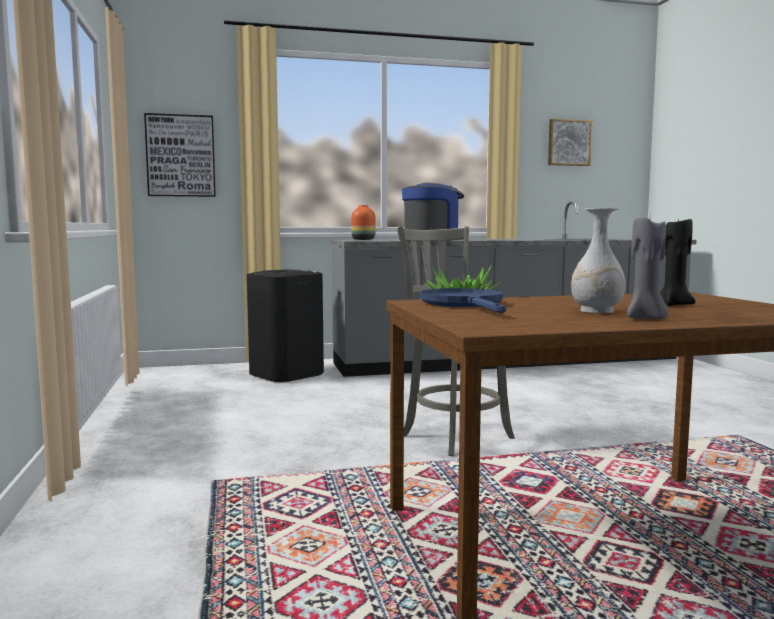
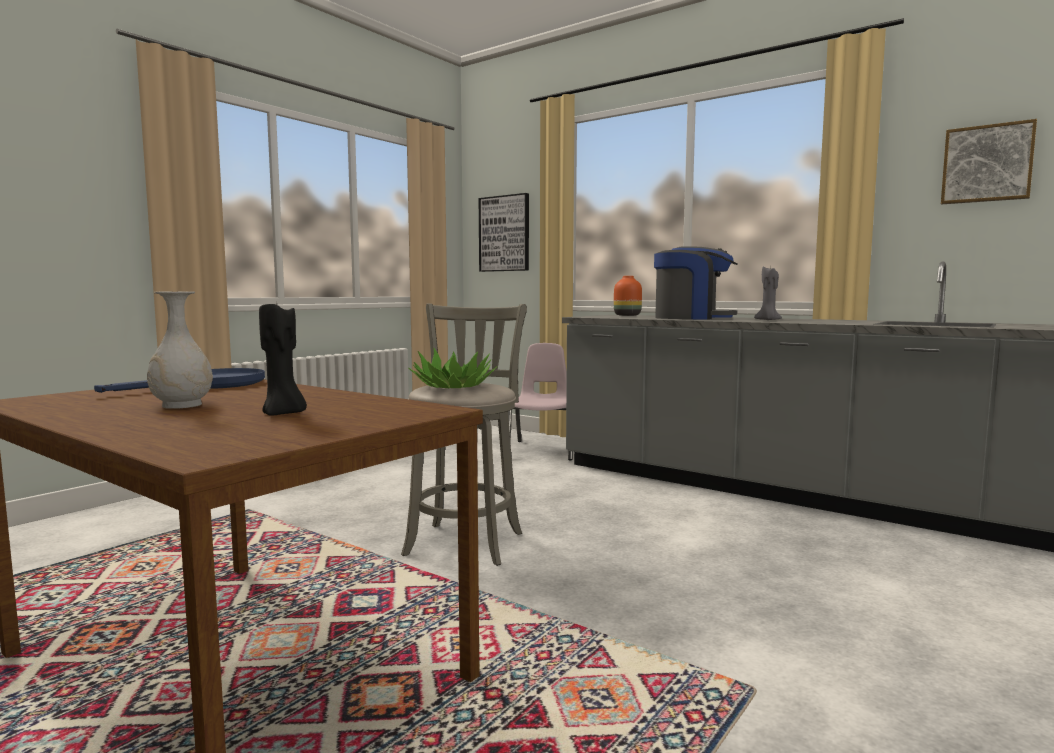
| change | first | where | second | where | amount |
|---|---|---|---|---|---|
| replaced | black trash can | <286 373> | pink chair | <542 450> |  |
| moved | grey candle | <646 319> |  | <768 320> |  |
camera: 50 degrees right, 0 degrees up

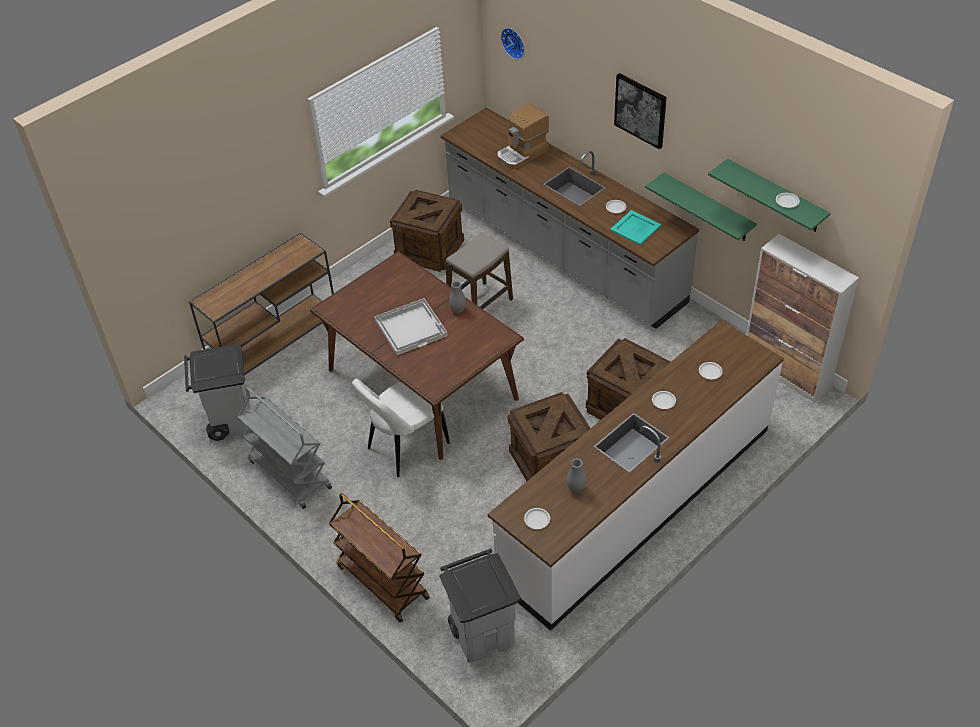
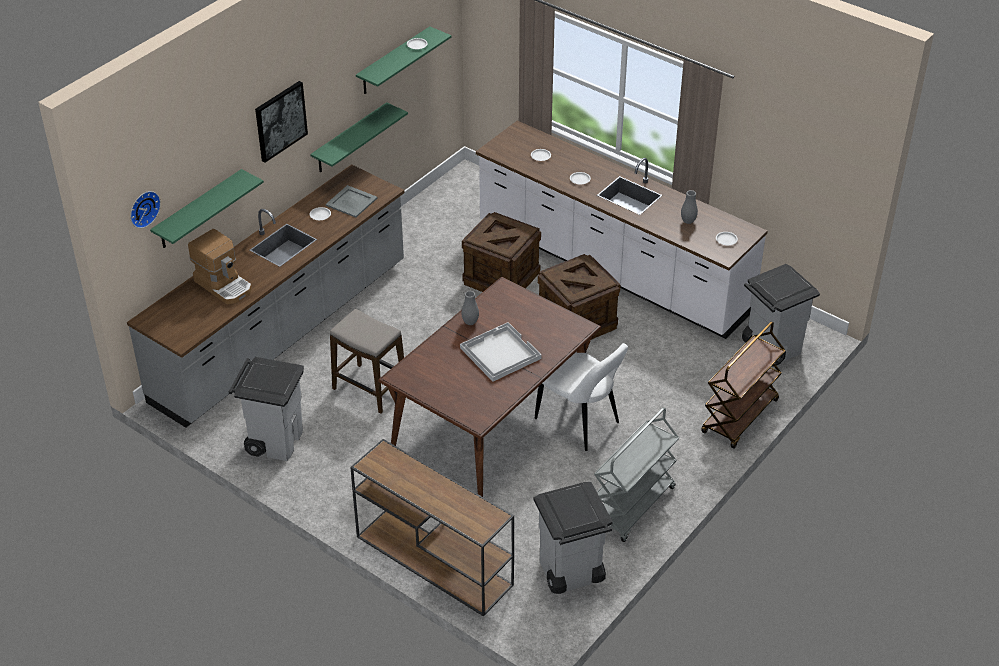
| change | first | where | second | where | amount |
|---|---|---|---|---|---|
| replaced | crate | <430 249> | grey trash can | <275 440> |  |
| recoloured | turquoise tray | <636 228> | grey tray | <351 201> |  |
| removed | cabinet | <786 372> |  |  |  |
| added |  |  | green shelf | <198 210> |  |
camera: 100 degrees left, 5 degrees down

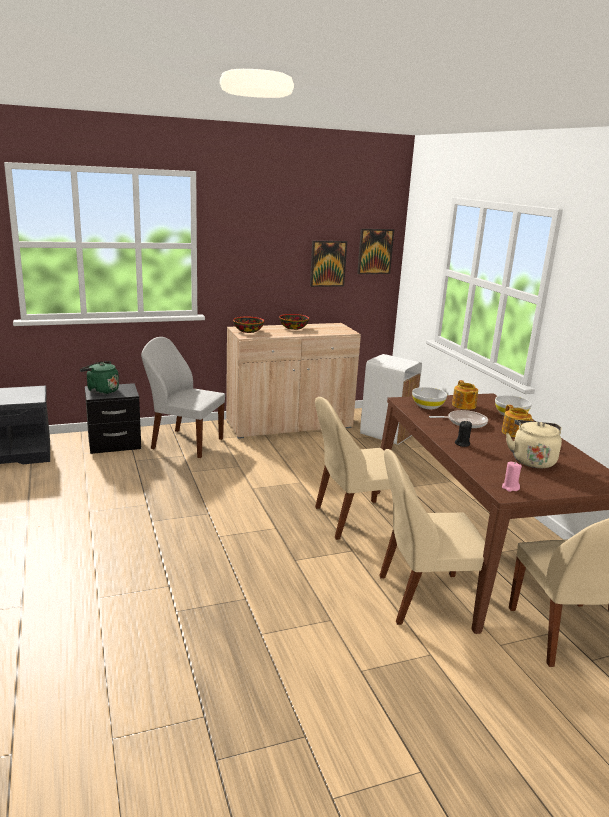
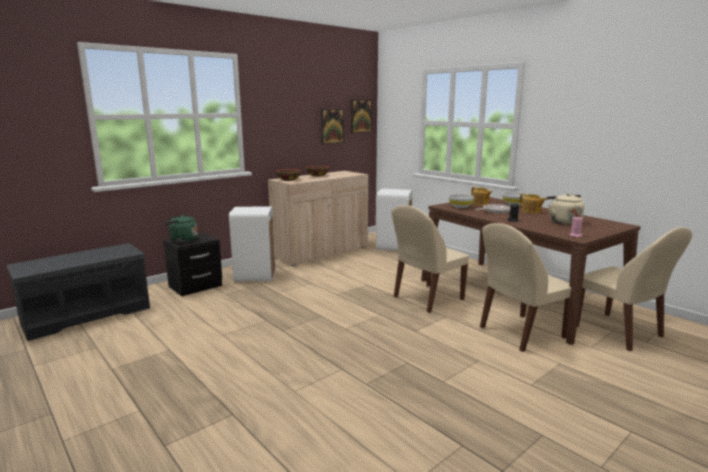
| change | first | where | second | where | amount |
|---|---|---|---|---|---|
| replaced | white chair | <185 443> | white trash can | <255 276> |  |
camera: 20 degrees left, 5 degrees down

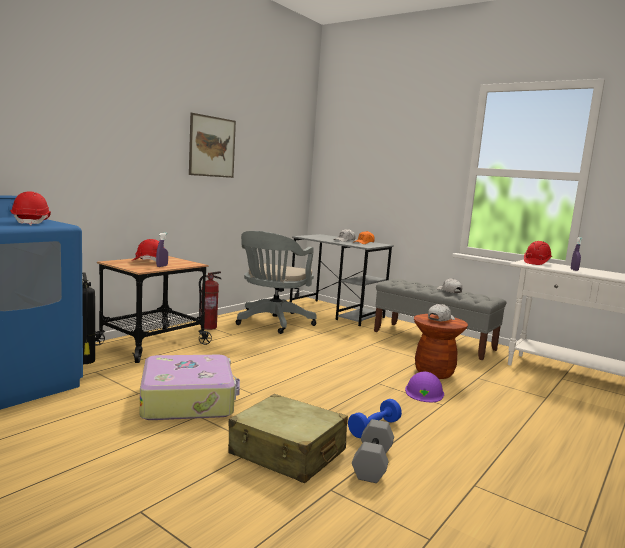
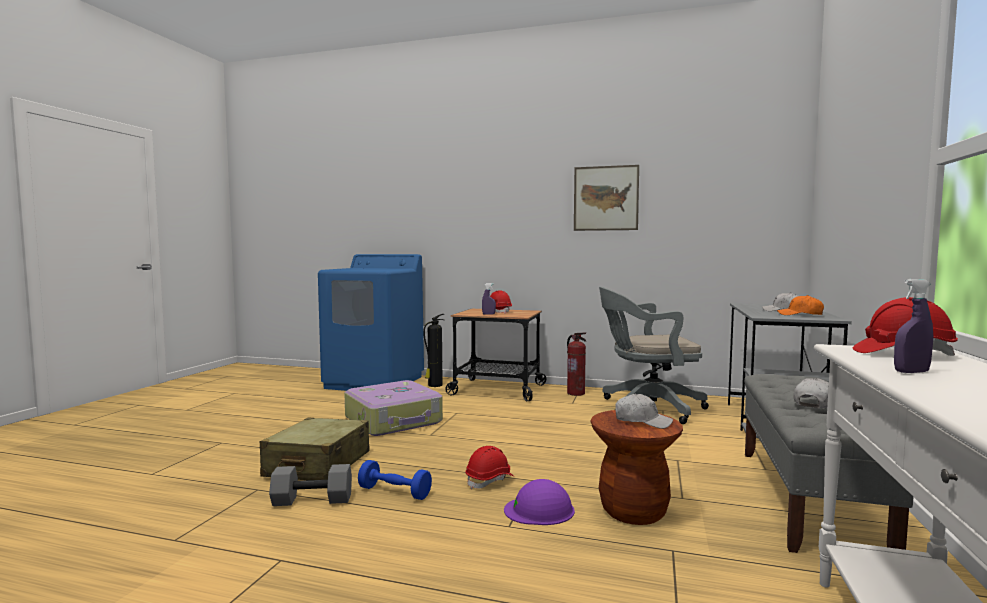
| change | first | where | second | where | amount |
|---|---|---|---|---|---|
| moved | red hard hat | <31 222> |  | <490 480> |  |
camera: 70 degrees right, 5 degrees down

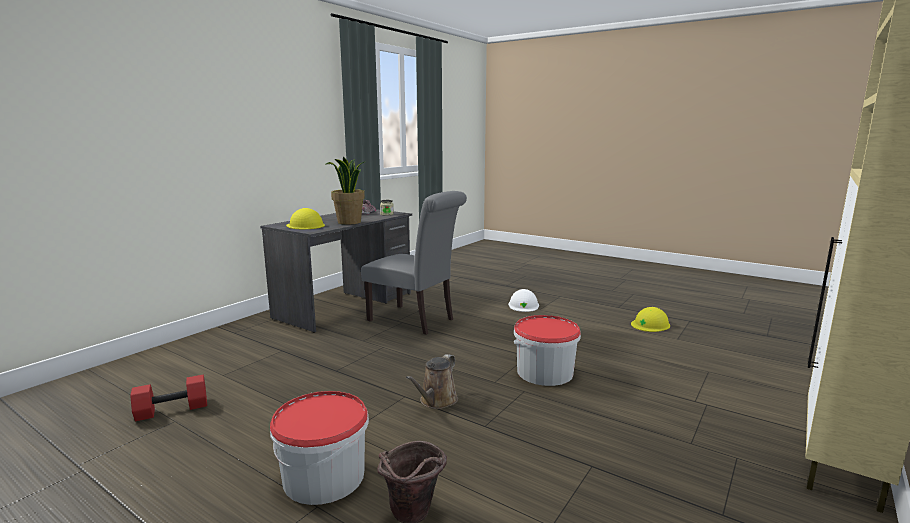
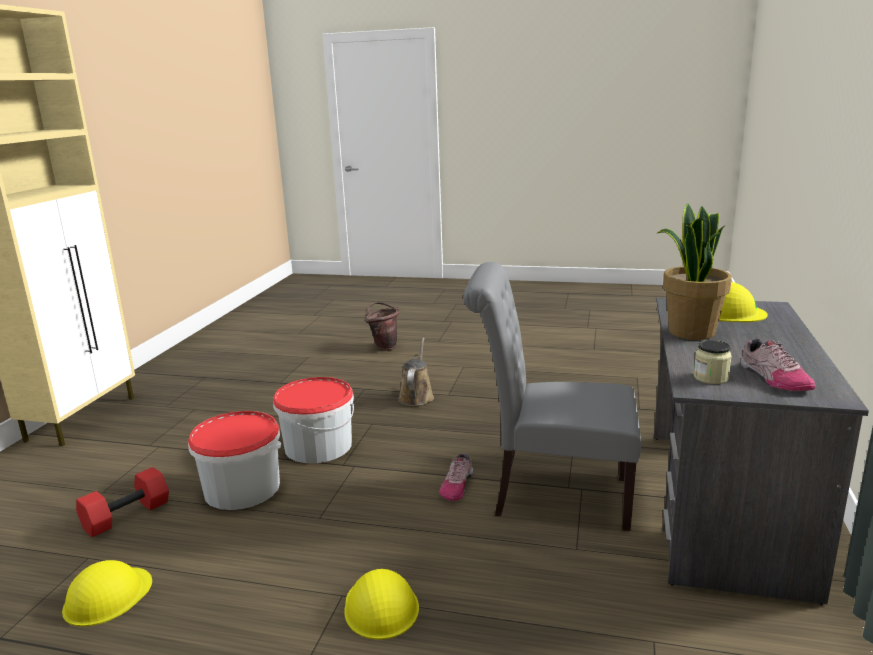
| change | first | where | second | where | amount |
|---|---|---|---|---|---|
| moved | red dumbbell | <171 410> |  | <127 515> |  |
| moved | bucket | <324 476> |  | <242 488> |  |
| recoloured | white hard hat | <523 305> | yellow hard hat | <381 606> |  |
| added |  |  | shoe | <457 485> |  |
camera: 160 degrees right, 5 degrees up

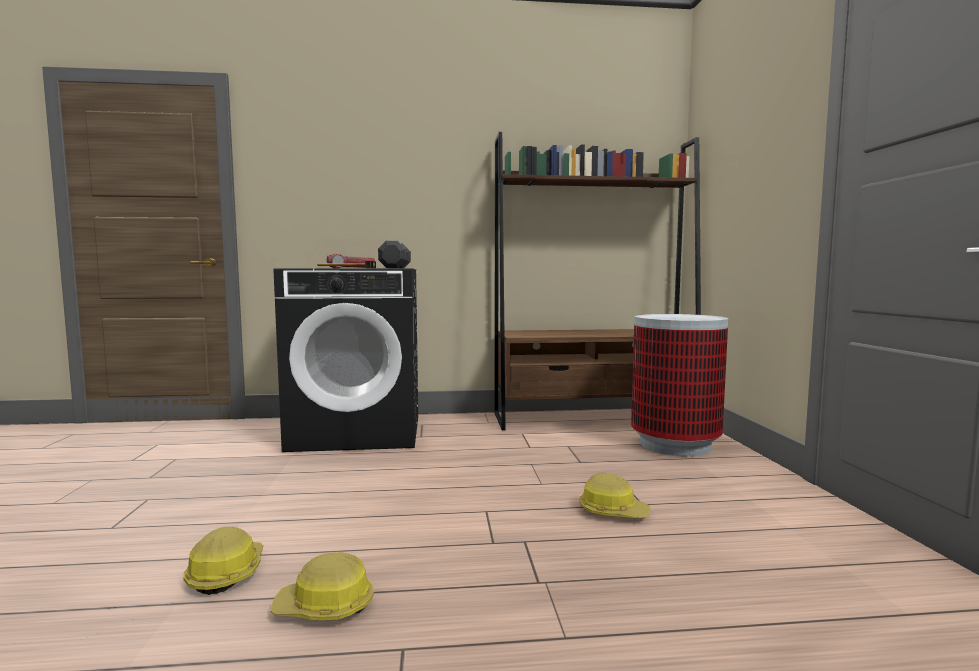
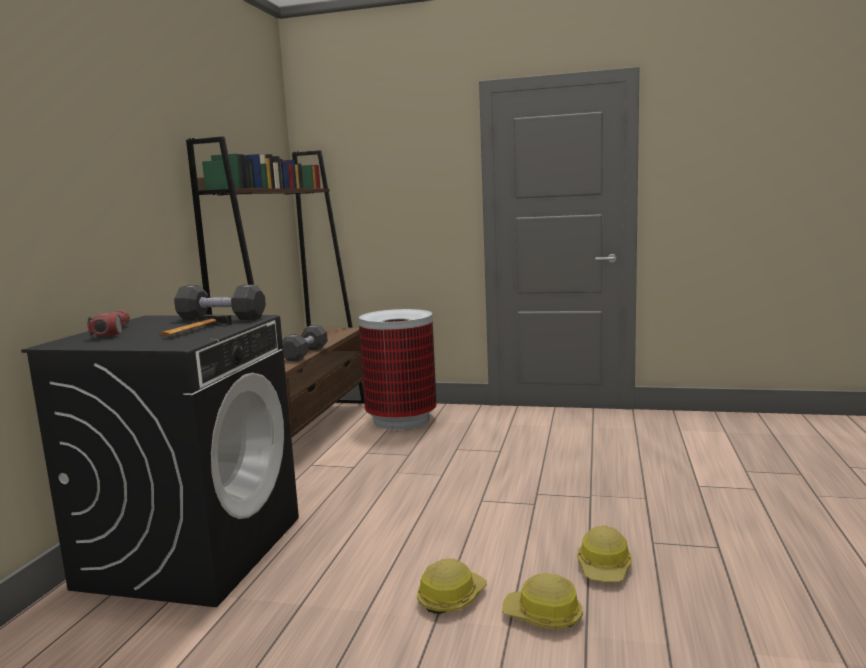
| change | first | where | second | where | amount |
|---|---|---|---|---|---|
| moved | hard hat | <612 511> |  | <451 597> |  |
| added |  |  | black dumbbell | <305 354> |  |
camera: 70 degrees left, 5 degrees up

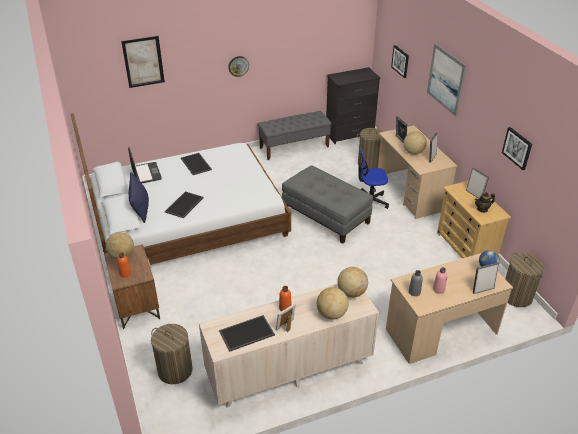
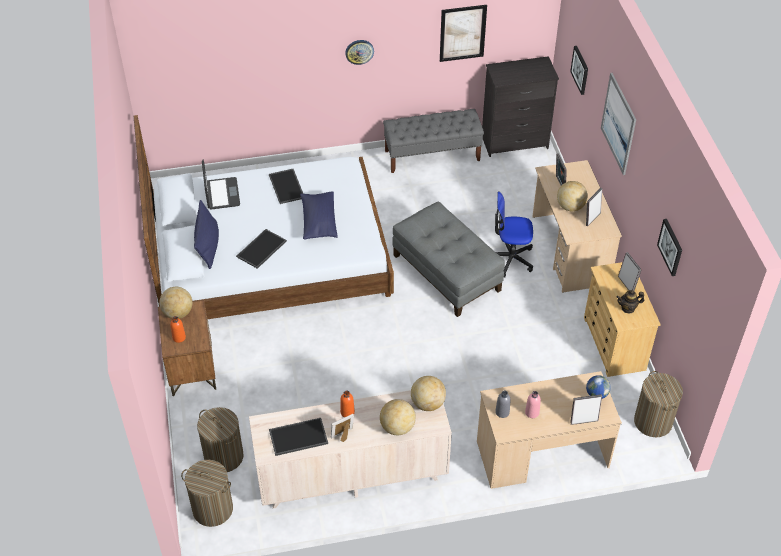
| change | first | where | second | where | amount |
|---|---|---|---|---|---|
| moved | picture | <143 61> |  | <462 33> |  |
| moved | laundry basket | <369 163> |  | <212 509> |  |
| added |  |  | blue pillow | <319 221> |  |
camera: 10 degrees right, 10 degrees up

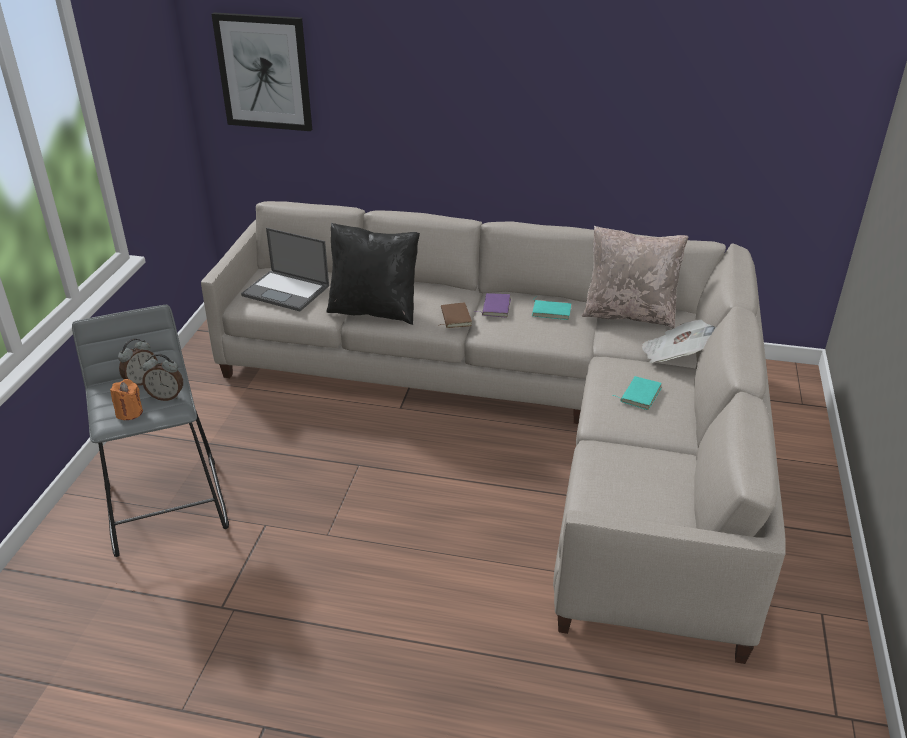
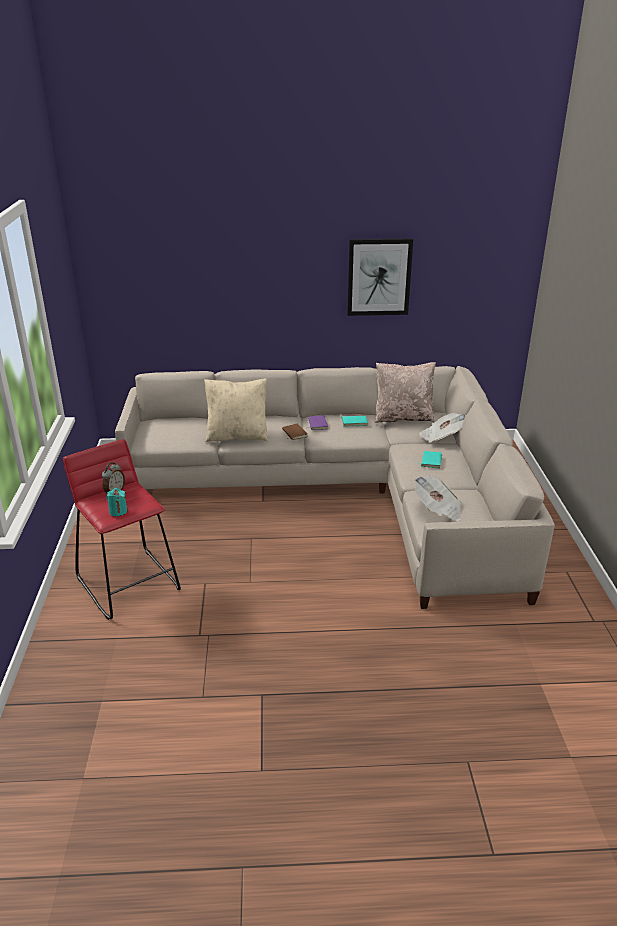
| change | first | where | second | where | amount |
|---|---|---|---|---|---|
| recoloured | grey stool | <167 505> | red stool | <129 583> |  |
| recoloured | orange candle | <129 412> | turquoise candle | <118 511> |  |
| removed | alarm clock | <166 396> |  |  |  |
| moved | picture | <264 72> |  | <379 277> |  |
| removed | laptop | <287 291> |  |  |  |
| recoloured | black pillow | <374 310> | beige pillow | <237 436> |  |
| added |  |  | newspaper | <438 510> |  |
camera: 15 degrees left, 5 degrees down

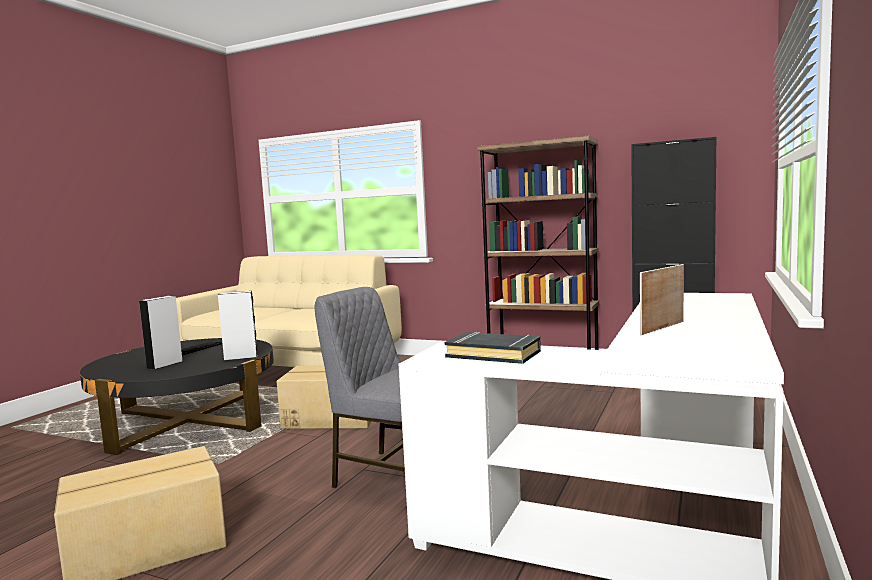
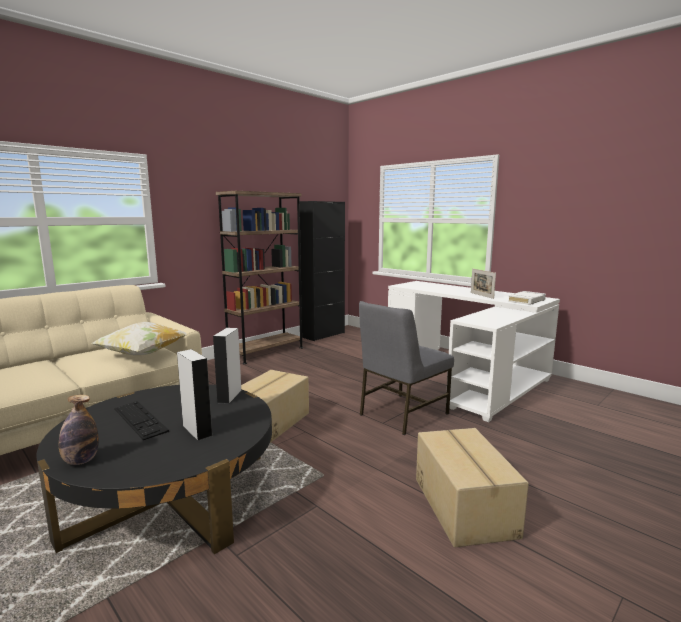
| change | first | where | second | where | amount |
|---|---|---|---|---|---|
| removed | black book | <493 354> |  |  |  |
| added |  |  | bottle | <81 461> |  |
| added |  |  | pillow | <142 354> |  |
| added |  |  | white book | <527 301> |  |
camera: 70 degrees left, 5 degrees up

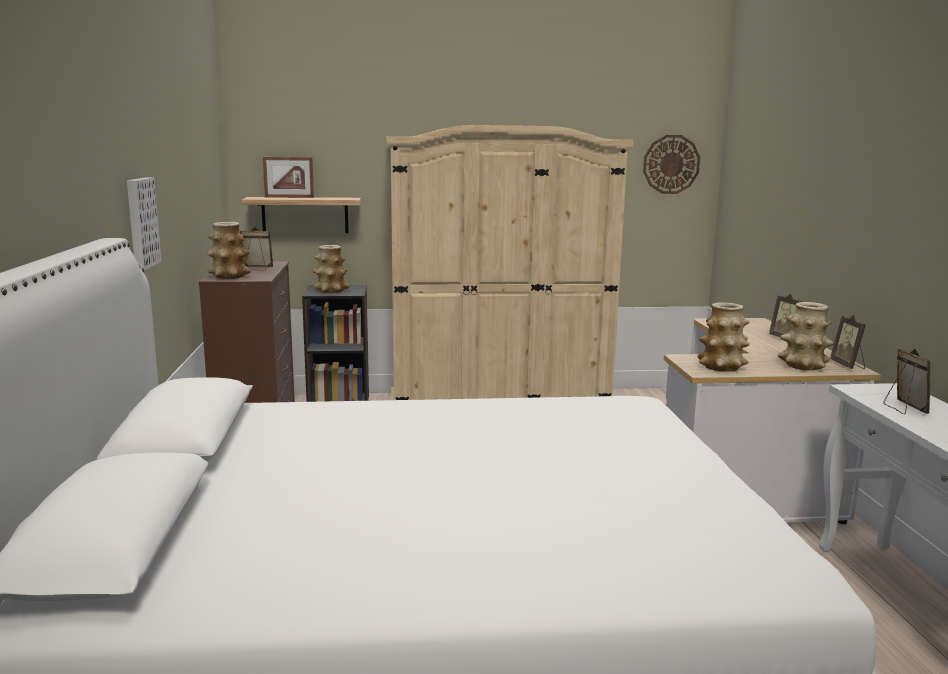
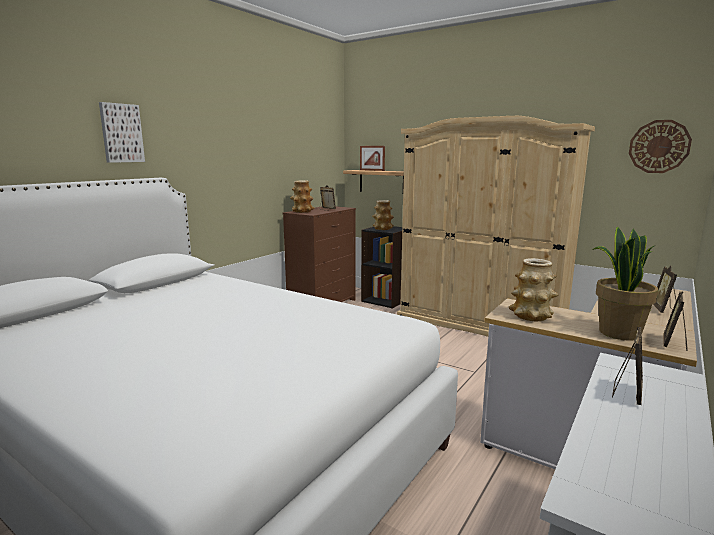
| change | first | where | second | where | amount |
|---|---|---|---|---|---|
| moved | picture | <140 223> |  | <121 133> |  |
| replaced | vase | <803 366> | potted plant | <618 333> |  |
camera: 40 degrees right, 0 degrees up

